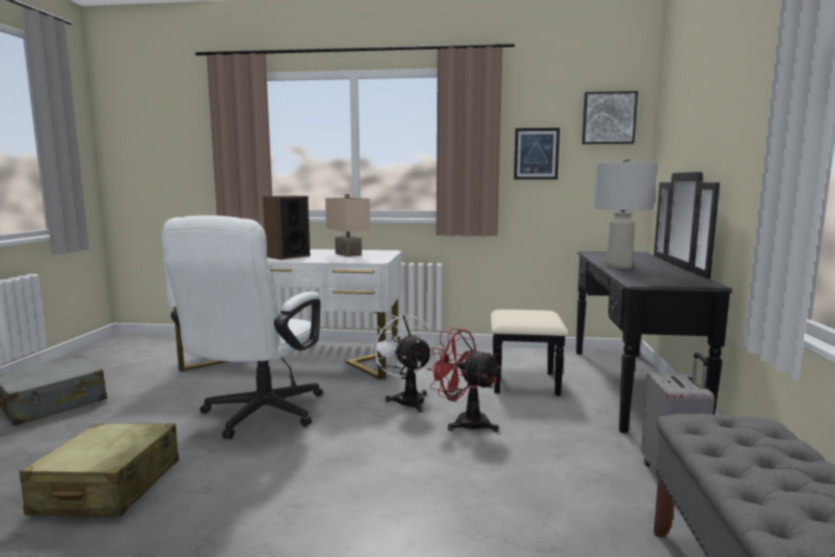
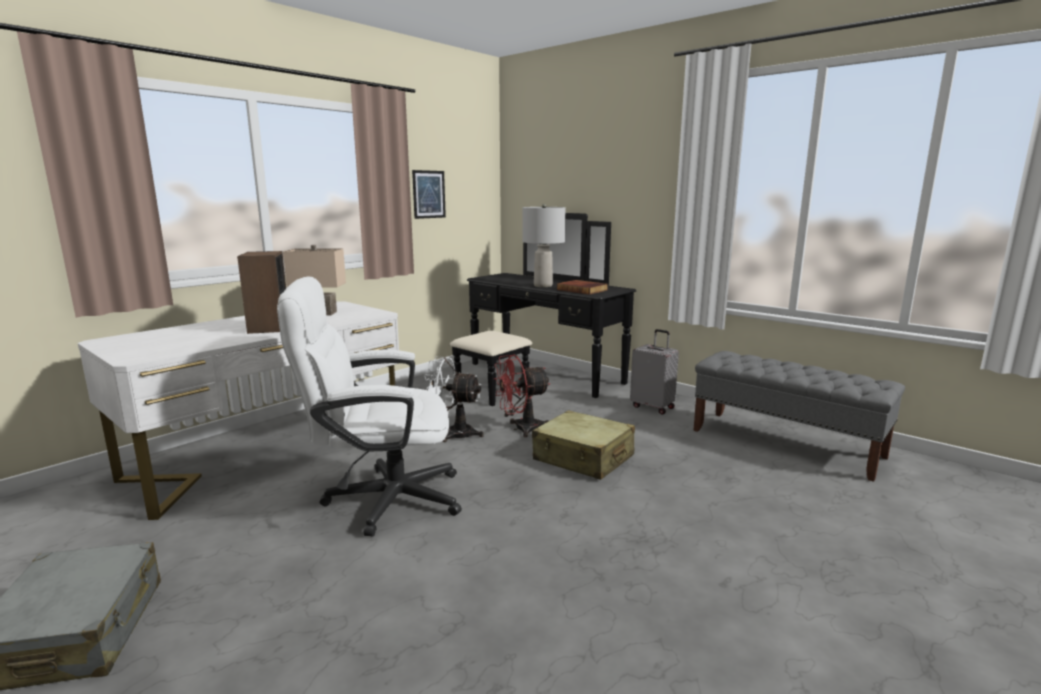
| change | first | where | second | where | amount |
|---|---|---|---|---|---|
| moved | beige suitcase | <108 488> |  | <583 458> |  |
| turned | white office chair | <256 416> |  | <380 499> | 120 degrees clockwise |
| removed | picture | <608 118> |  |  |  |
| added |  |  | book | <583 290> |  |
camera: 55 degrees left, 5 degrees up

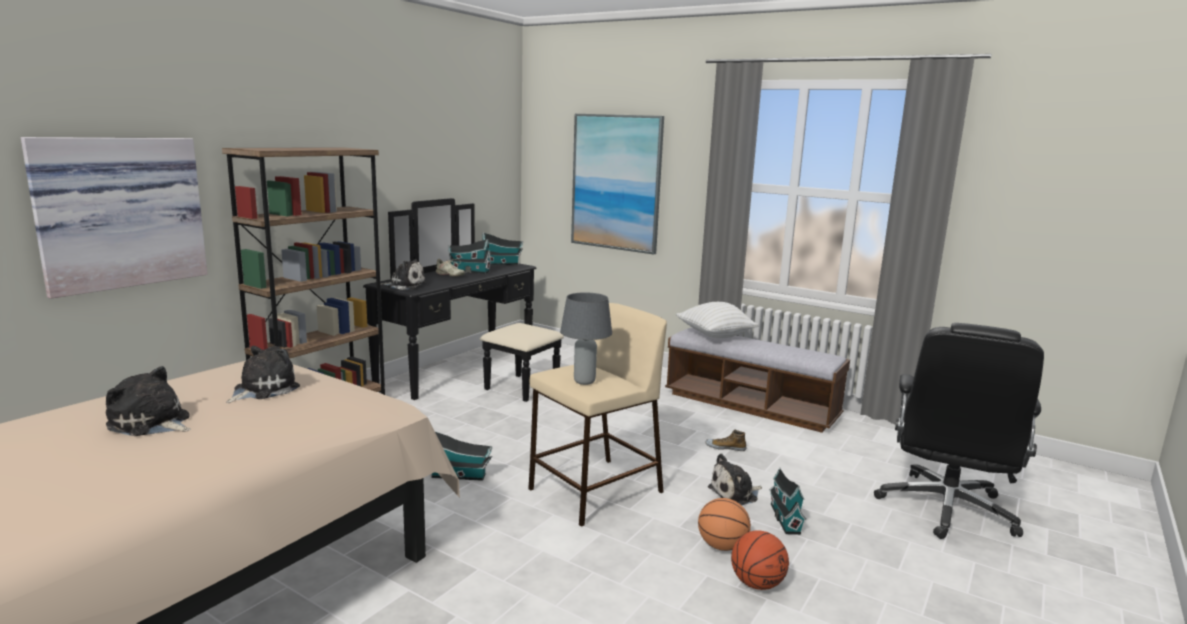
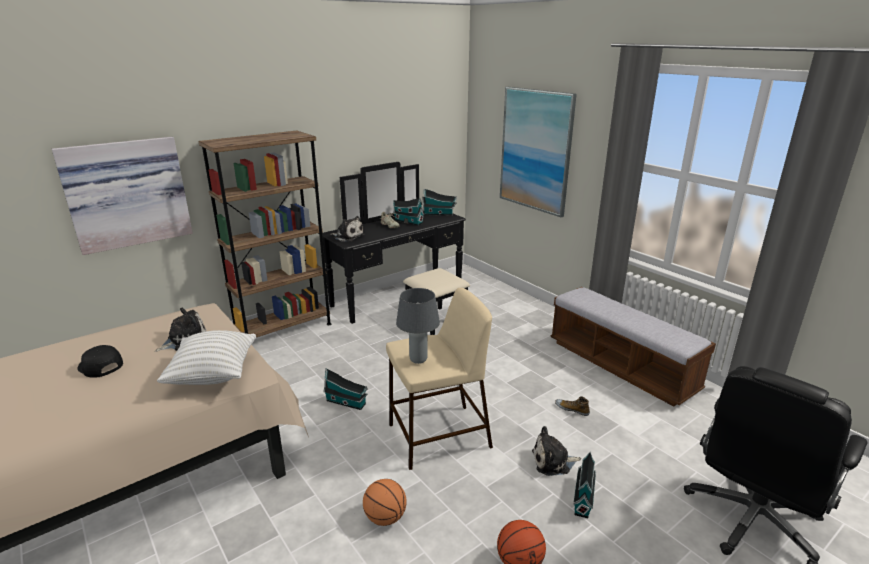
| change | first | where | second | where | amount |
|---|---|---|---|---|---|
| replaced | plush toy | <151 423> | black cap | <100 366> |  |
| moved | white pillow | <715 336> |  | <213 375> |  |
| moved | basketball | <722 546> |  | <385 517> |  |
camera: 20 degrees right, 10 degrees up

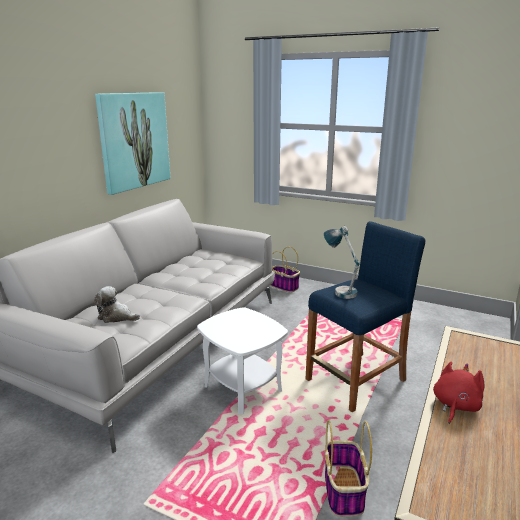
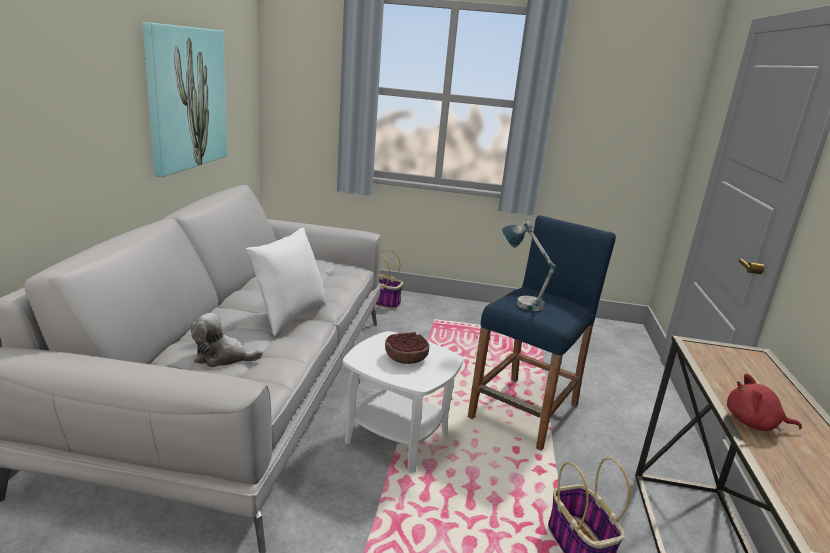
| change | first | where | second | where | amount |
|---|---|---|---|---|---|
| turned | red plush toy | <455 405> |  | <754 424> | 90 degrees counterclockwise |
| added |  |  | white pillow | <289 317> |  |
| added |  |  | bowl | <406 358> |  |
camera: 20 degrees left, 0 degrees up

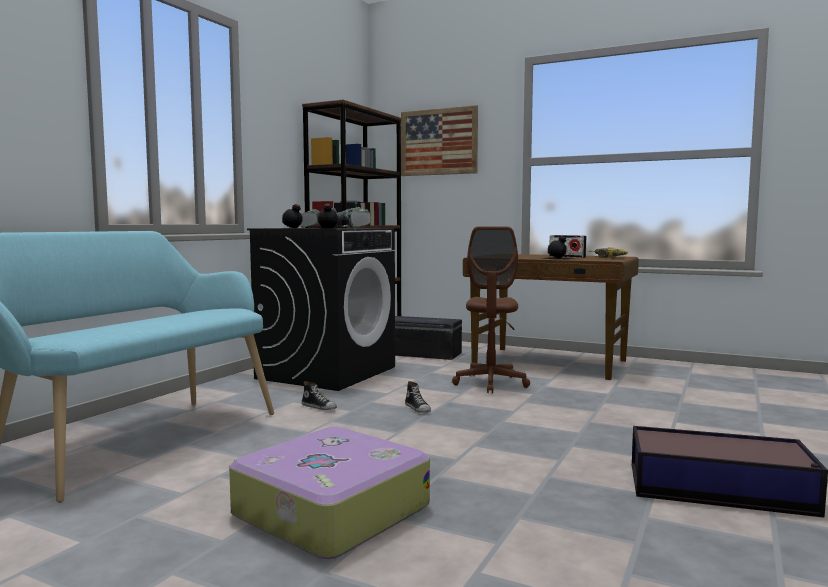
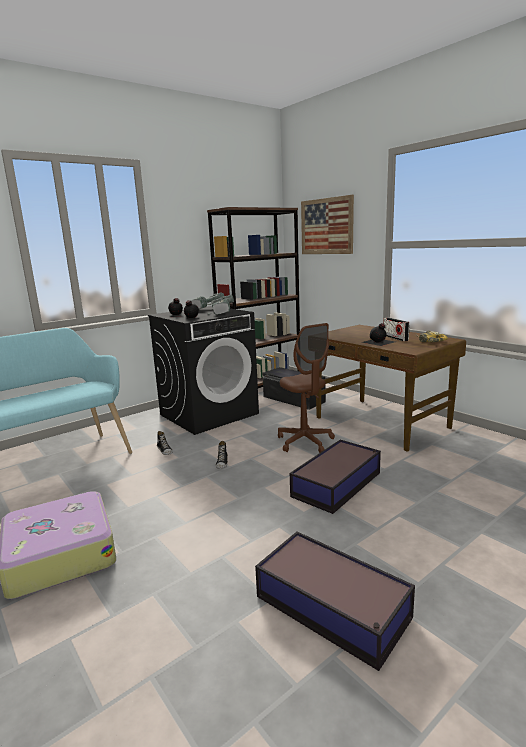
| change | first | where | second | where | amount |
|---|---|---|---|---|---|
| turned | brown office chair | <491 383> |  | <305 442> | 60 degrees counterclockwise |
| added |  |  | storage box | <338 484> |  |
camera: 25 degrees right, 10 degrees up

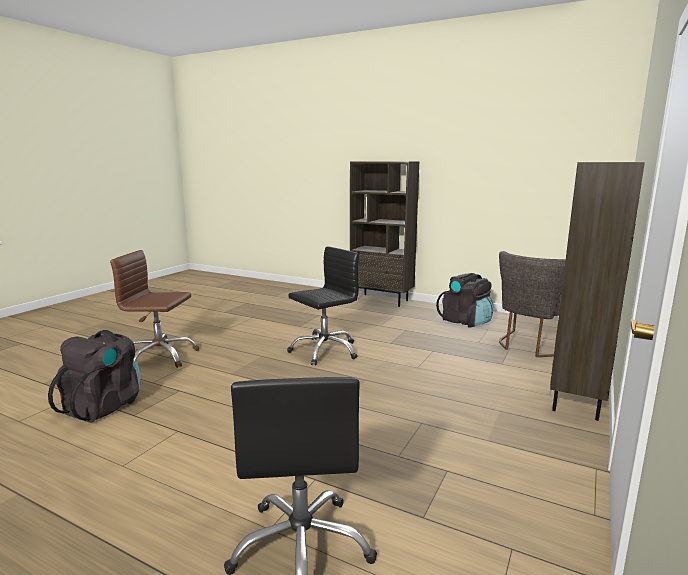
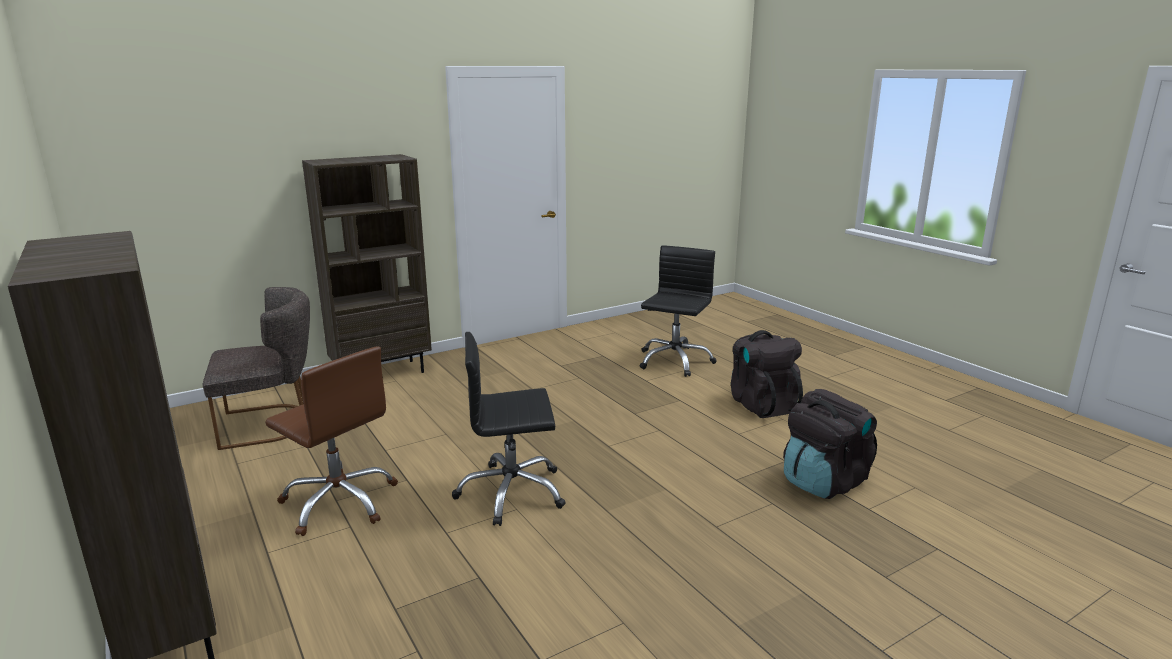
| change | first | where | second | where | amount |
|---|---|---|---|---|---|
| moved | brown office chair | <160 357> |  | <340 502> |  |
| moved | black backpack | <465 322> |  | <761 404> |  |
camera: 150 degrees left, 5 degrees up

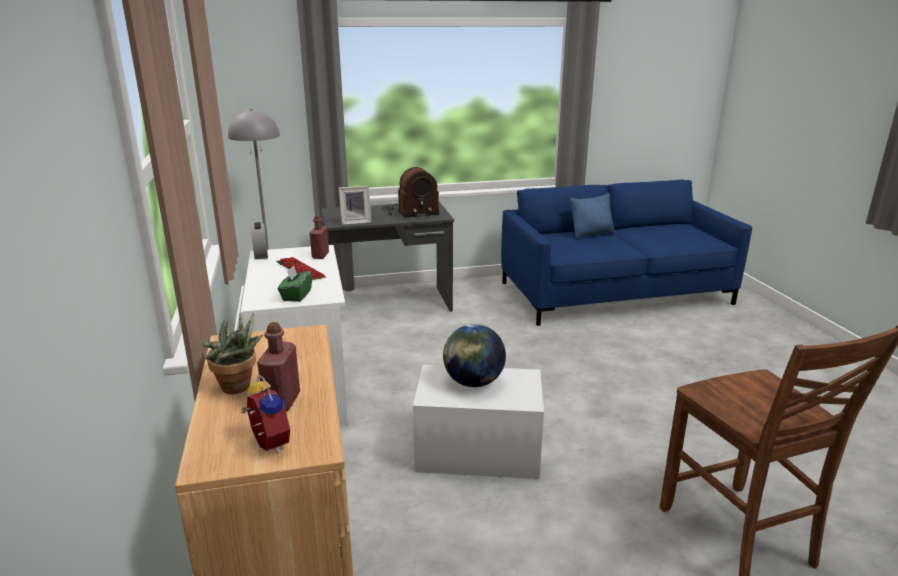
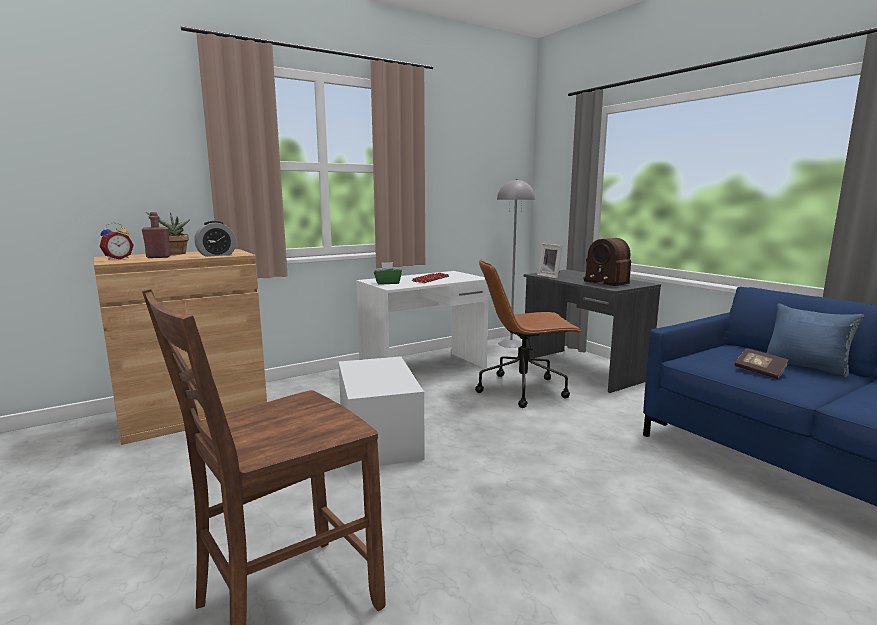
| change | first | where | second | where | amount |
|---|---|---|---|---|---|
| moved | alarm clock | <261 255> |  | <216 255> |  |
| removed | red bottle | <320 256> |  |  |  |
| removed | globe | <473 382> |  |  |  |
| added |  |  | brown office chair | <523 389> |  |
| added |  |  | book | <759 372> |  |
camera: 70 degrees right, 10 degrees down

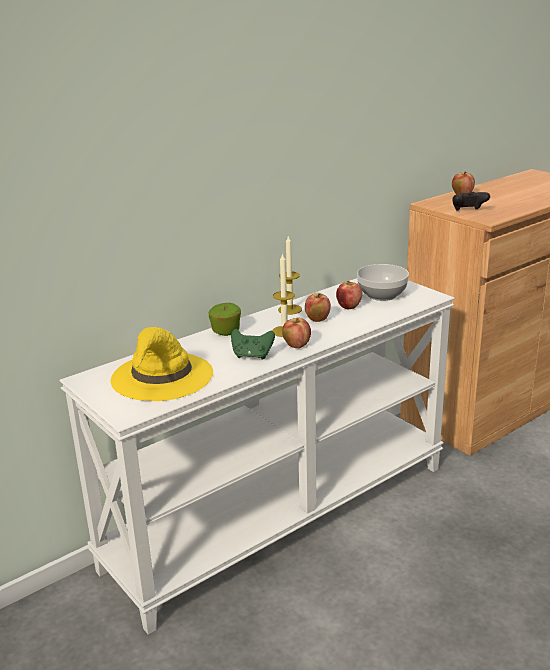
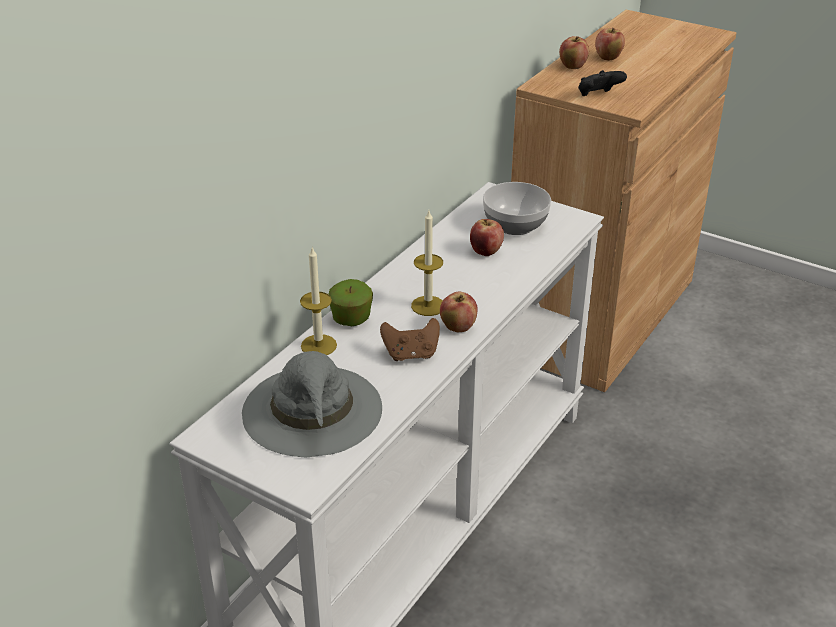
| change | first | where | second | where | amount |
|---|---|---|---|---|---|
| recoloured | yellow hat | <162 376> | grey hat | <313 411> |  |
| recoloured | green game controller | <252 356> | brown game controller | <411 354> |  |
| moved | candle | <290 309> |  | <318 345> |  |
| moved | apple | <317 319> |  | <607 58> |  |
camera: 20 degrees left, 10 degrees up

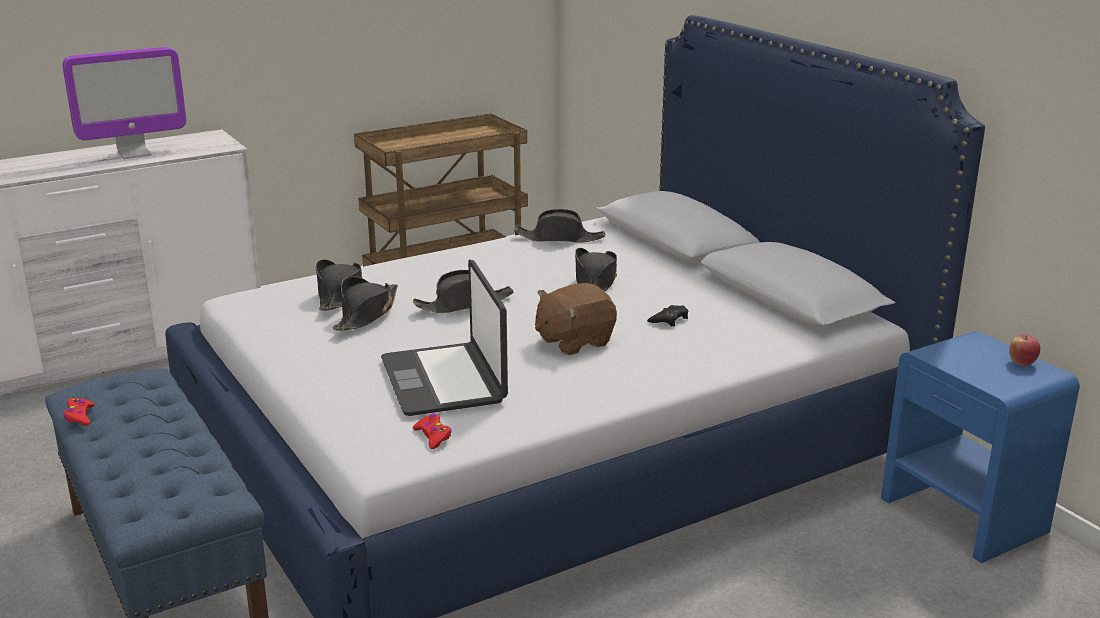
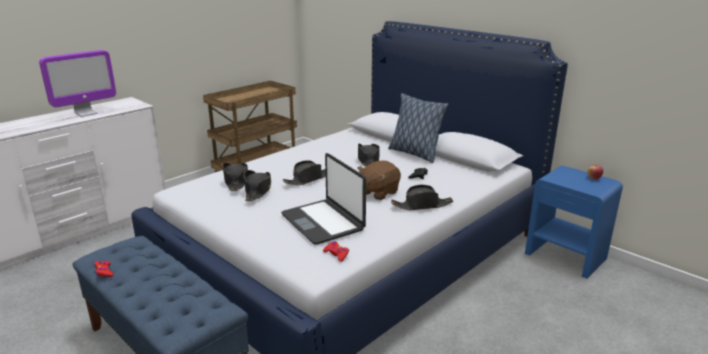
| change | first | where | second | where | amount |
|---|---|---|---|---|---|
| moved | black hat | <560 238> |  | <422 205> |  |
| added |  |  | pillow | <414 153> |  |
camera: 15 degrees left, 0 degrees up

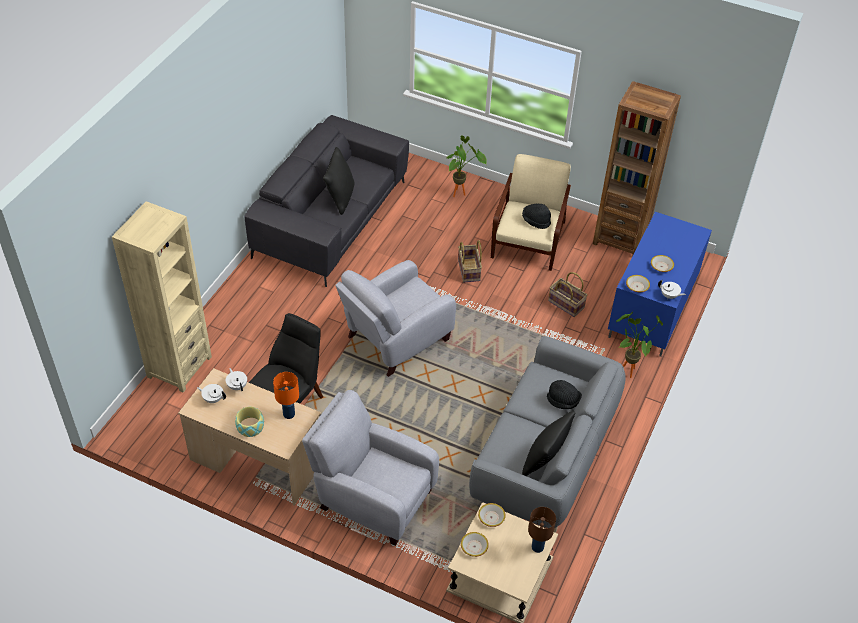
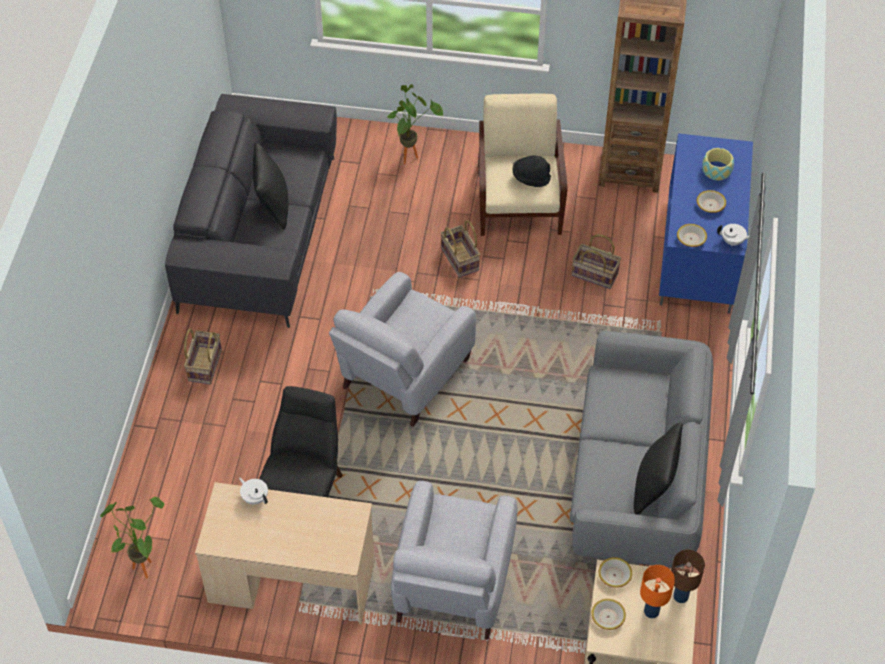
| change | first | where | second | where | amount |
|---|---|---|---|---|---|
| removed | beige bookcase | <179 366> |  |  |  |
| removed | white teapot | <213 399> |  |  |  |
| moved | bowl | <250 427> |  | <717 170> |  |
| moved | orange table lamp | <289 414> |  | <651 611> |  |
| turned | grey armchair | <372 497> |  | <452 586> | 90 degrees counterclockwise |
| removed | black hat | <563 401> |  |  |  |
| moved | potted plant | <628 368> |  | <143 564> |  |
| added |  |  | basket | <204 365> |  |
camera: 15 degrees left, 5 degrees up

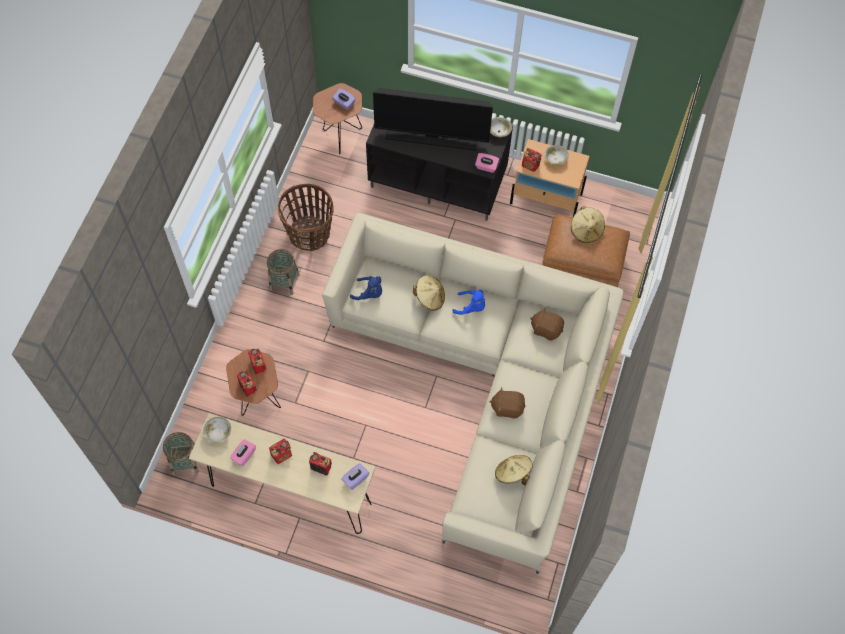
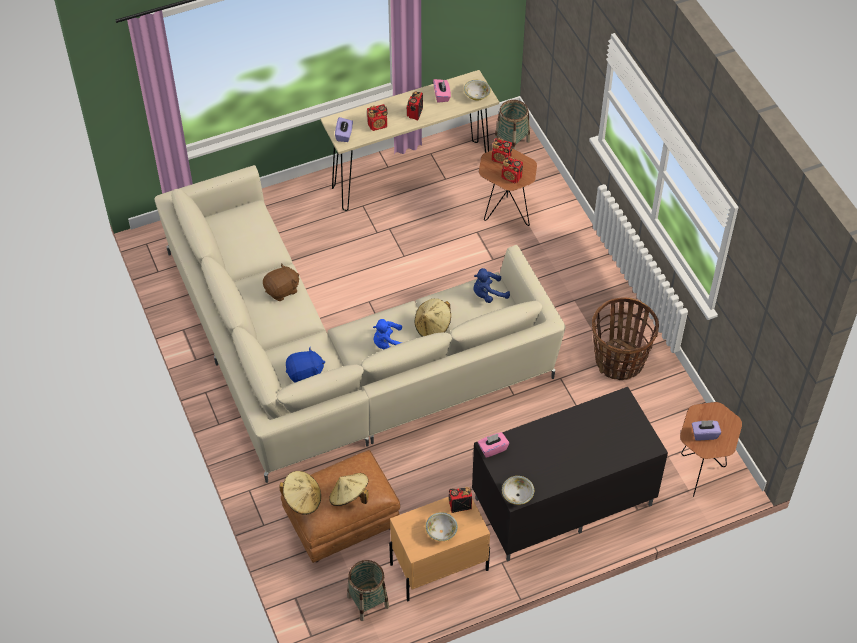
| change | first | where | second | where | amount |
|---|---|---|---|---|---|
| moved | basket | <284 282> |  | <368 601> |  |
| removed | television | <432 138> |  |  |  |
| moved | beige hat | <512 473> |  | <302 499> |  |
| recoloured | brown plush toy | <546 329> | blue plush toy | <305 374> |  |
camera: 140 degrees right, 10 degrees down

